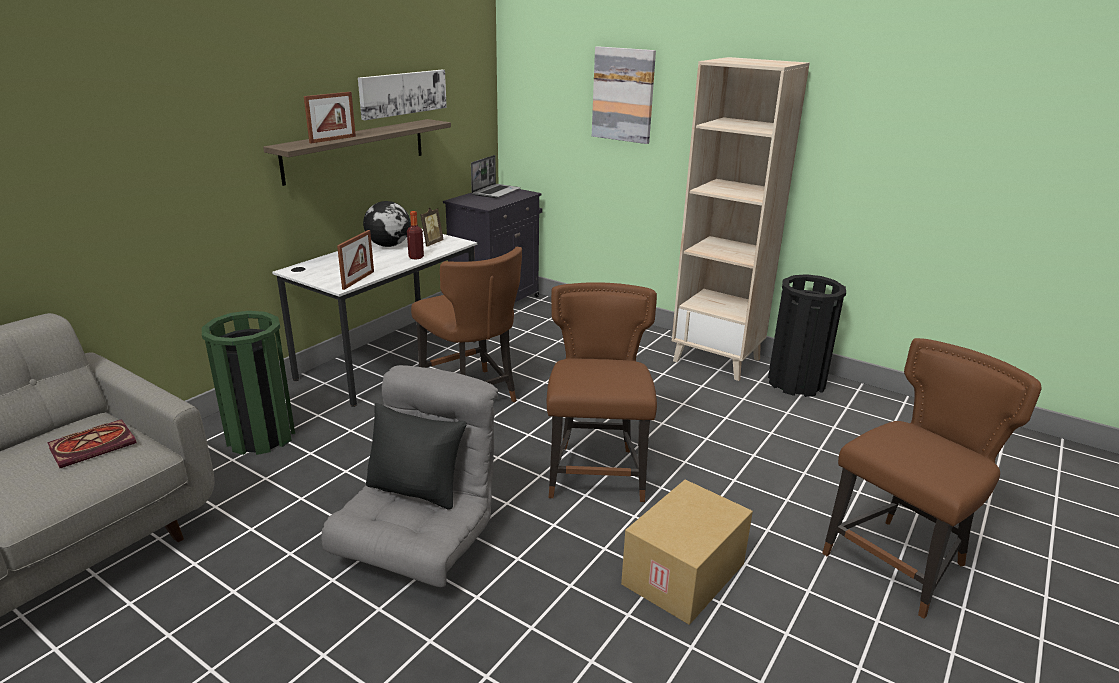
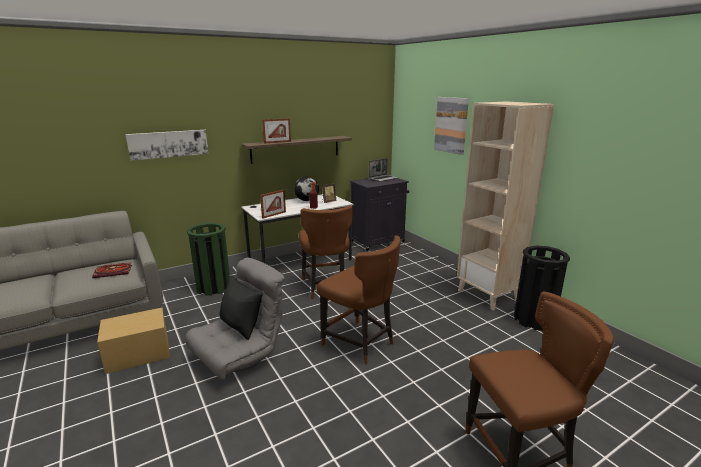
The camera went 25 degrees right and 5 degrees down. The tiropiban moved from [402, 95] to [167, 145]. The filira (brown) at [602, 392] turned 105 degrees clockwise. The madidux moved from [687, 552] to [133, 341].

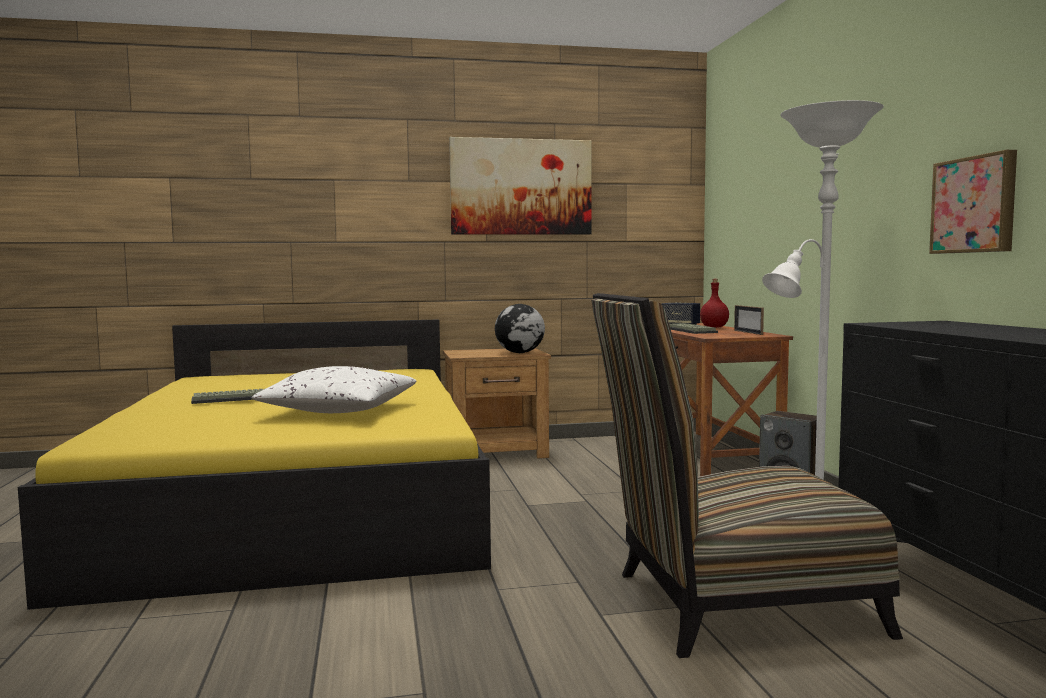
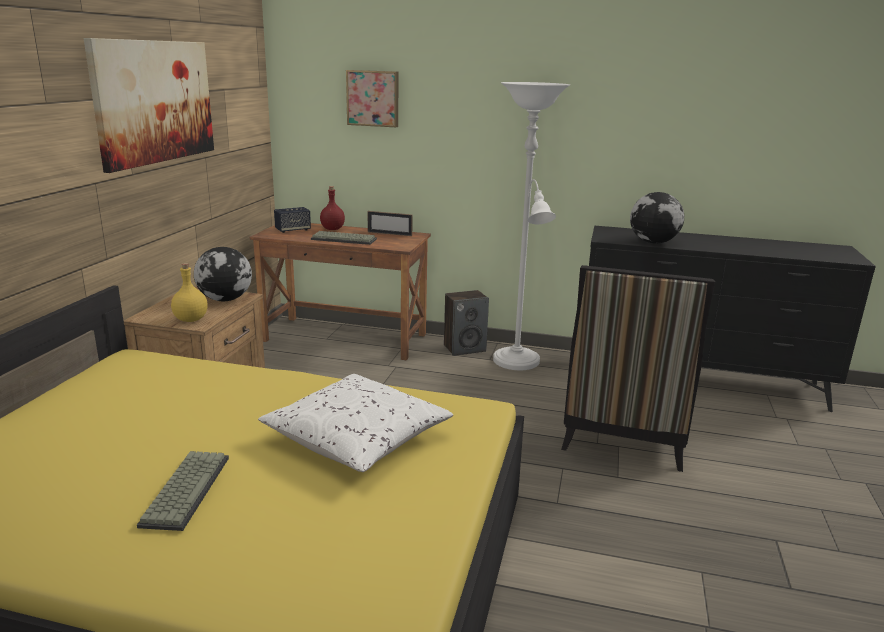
The camera went 65 degrees left and 15 degrees up. The tiropiban moved from [973, 202] to [372, 98]. The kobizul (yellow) at [189, 292] appeared. The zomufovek at [657, 218] appeared.

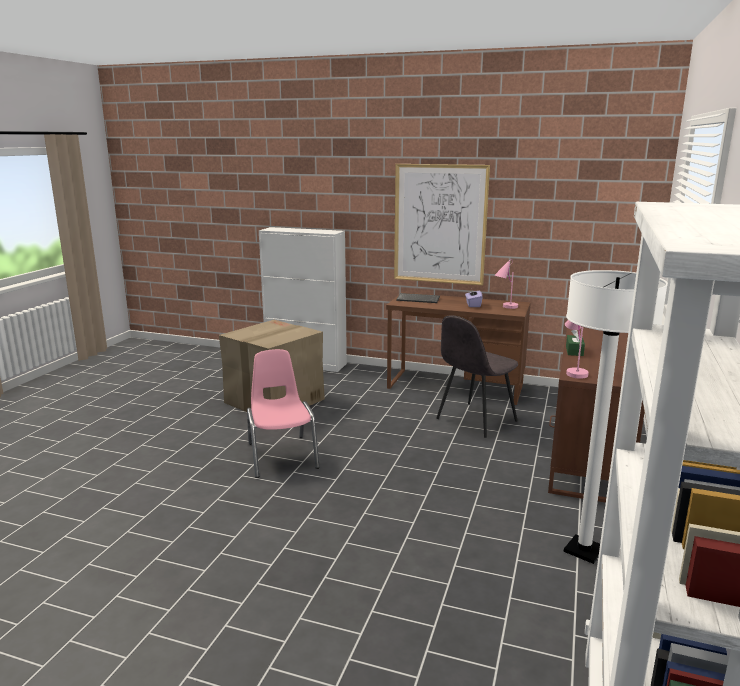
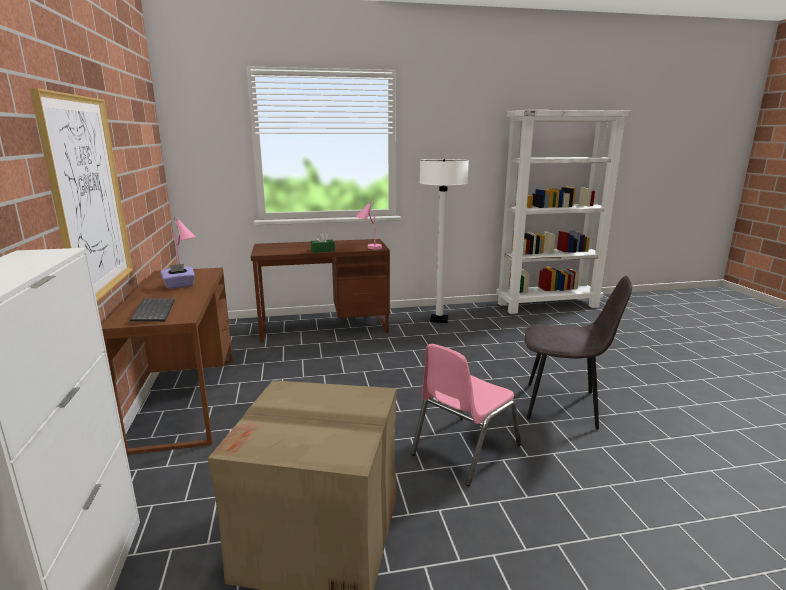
The camera went 120 degrees left and 0 degrees up. The filira (grey) moved from [477, 376] to [578, 353].

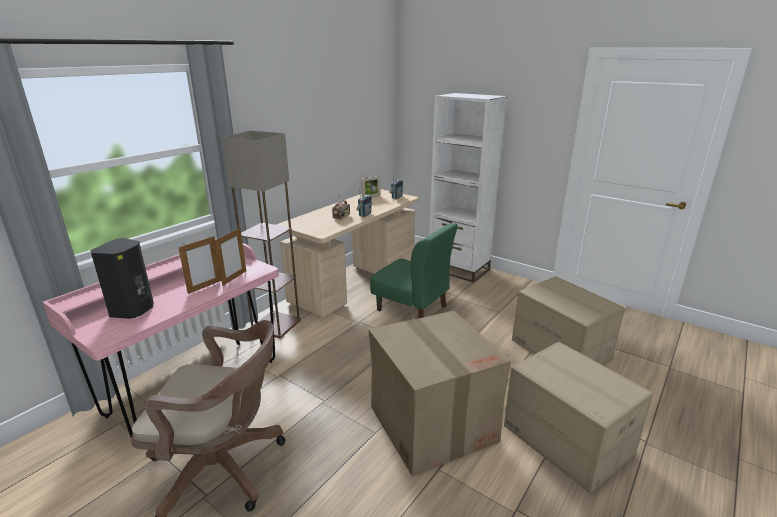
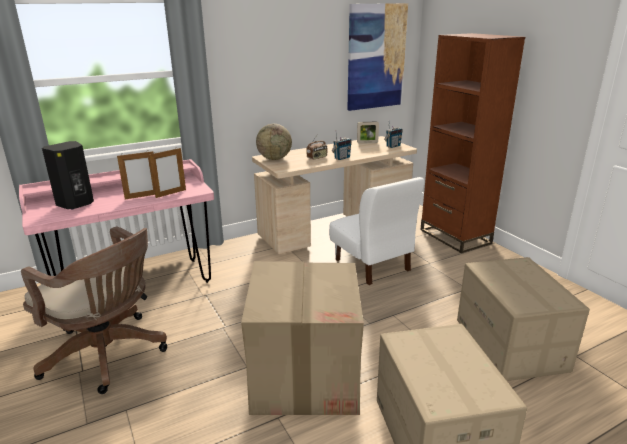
The camera went 25 degrees right and 0 degrees up. The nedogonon at [261, 234] disappeared. The filira (green) at [414, 270] became the filira (white) at [376, 231]. The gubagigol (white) at [468, 188] became the gubagigol (brown) at [472, 143]. The zomufovek at [274, 142] appeared. The tiropiban at [377, 57] appeared.

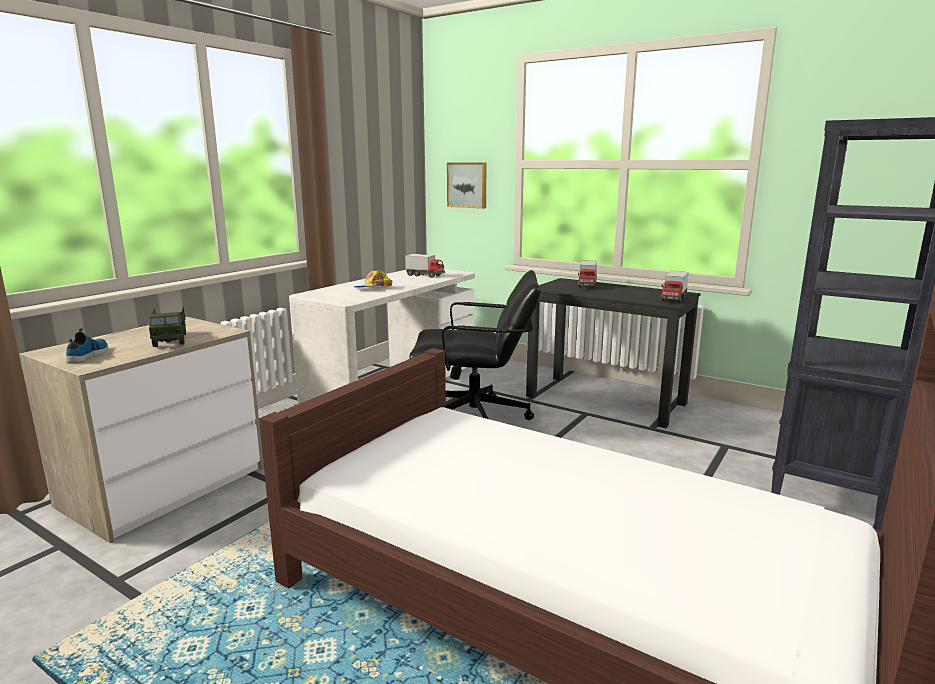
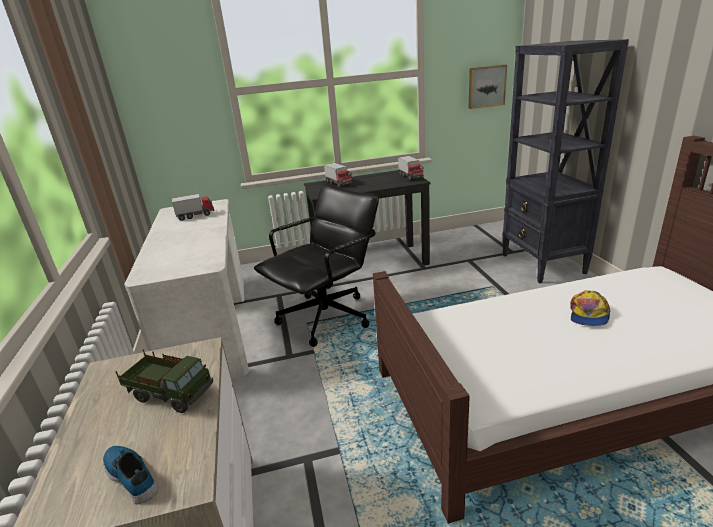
The camera went 45 degrees left and 10 degrees up. The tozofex moved from [373, 279] to [590, 308]. The tiropiban moved from [467, 186] to [487, 87].

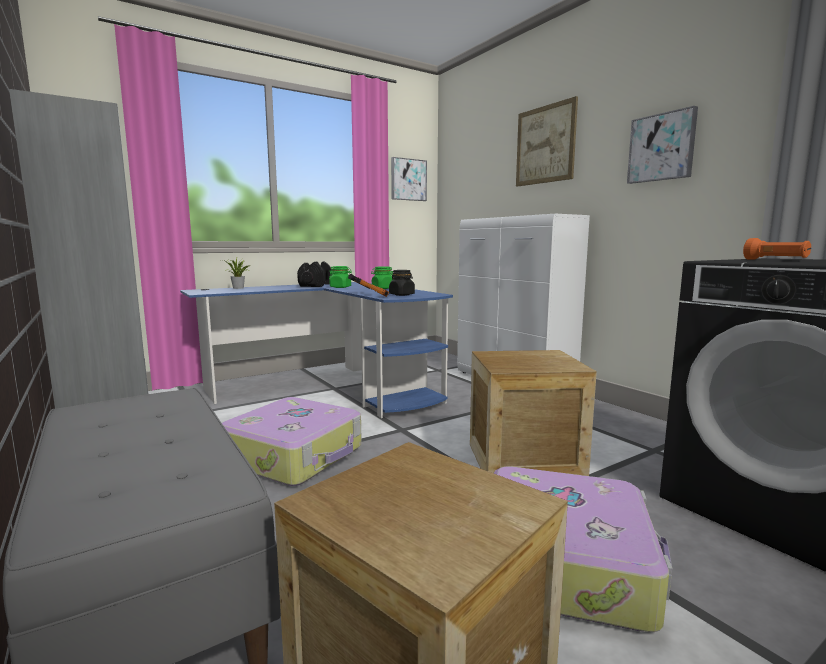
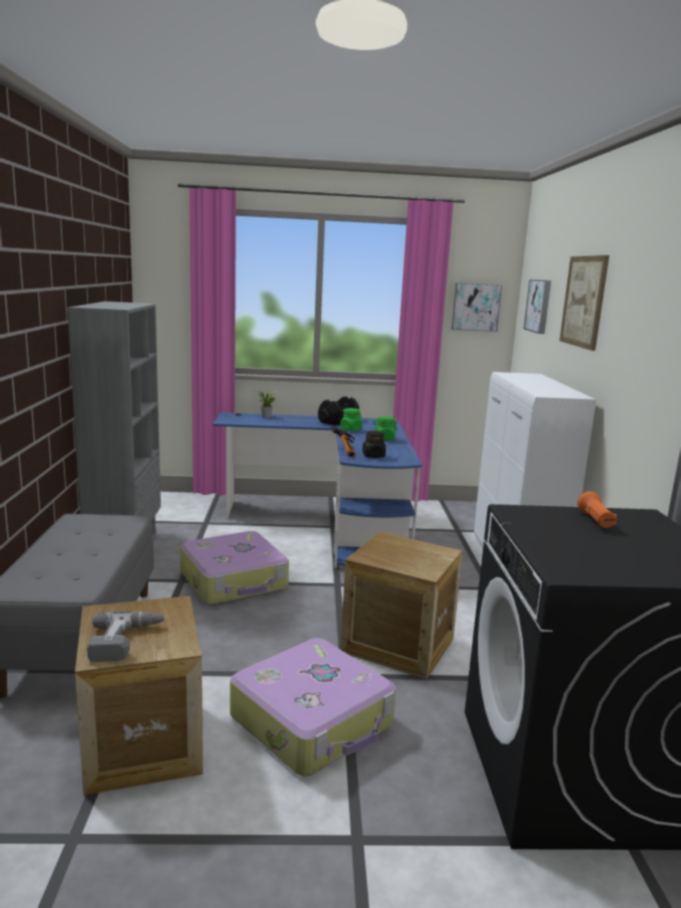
The camera went 30 degrees right and 5 degrees up. The tiropiban moved from [662, 145] to [537, 307]. The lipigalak at [126, 636] appeared.

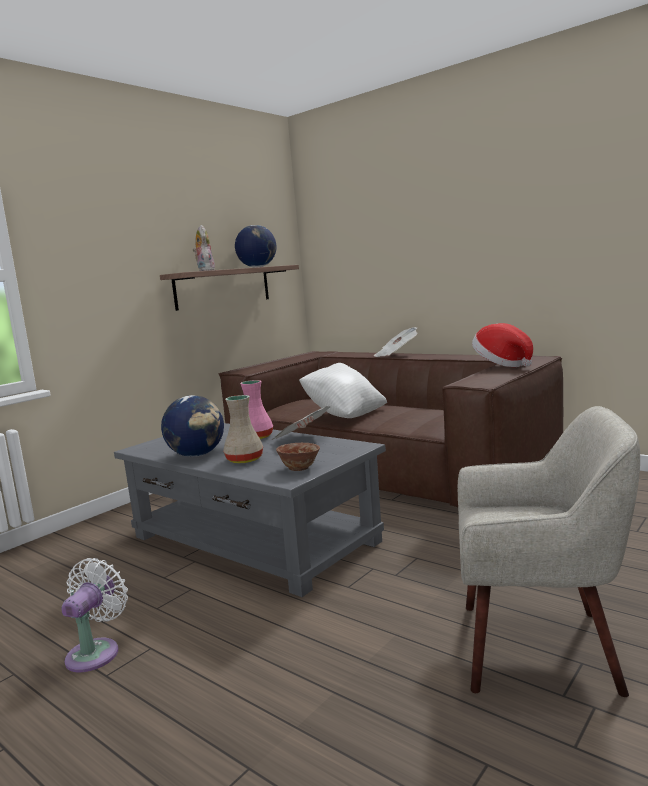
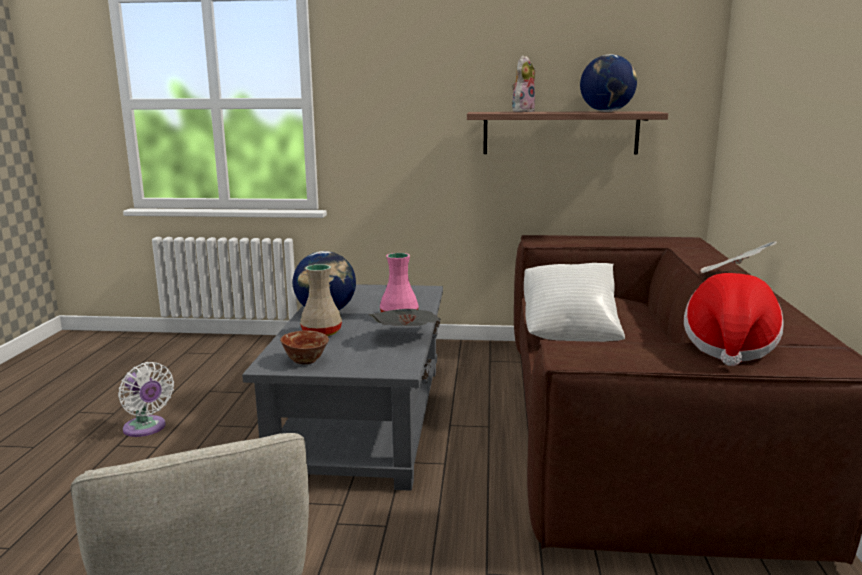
The camera went 55 degrees right and 5 degrees up. The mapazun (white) at [94, 615] turned 60 degrees clockwise.

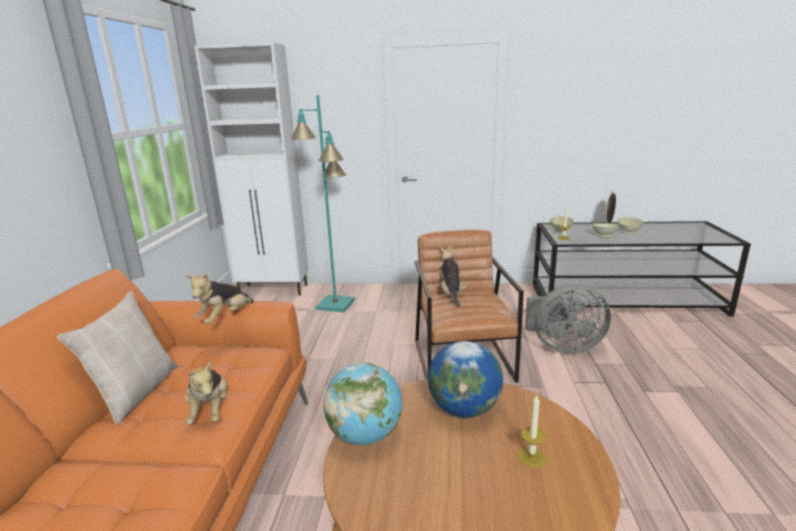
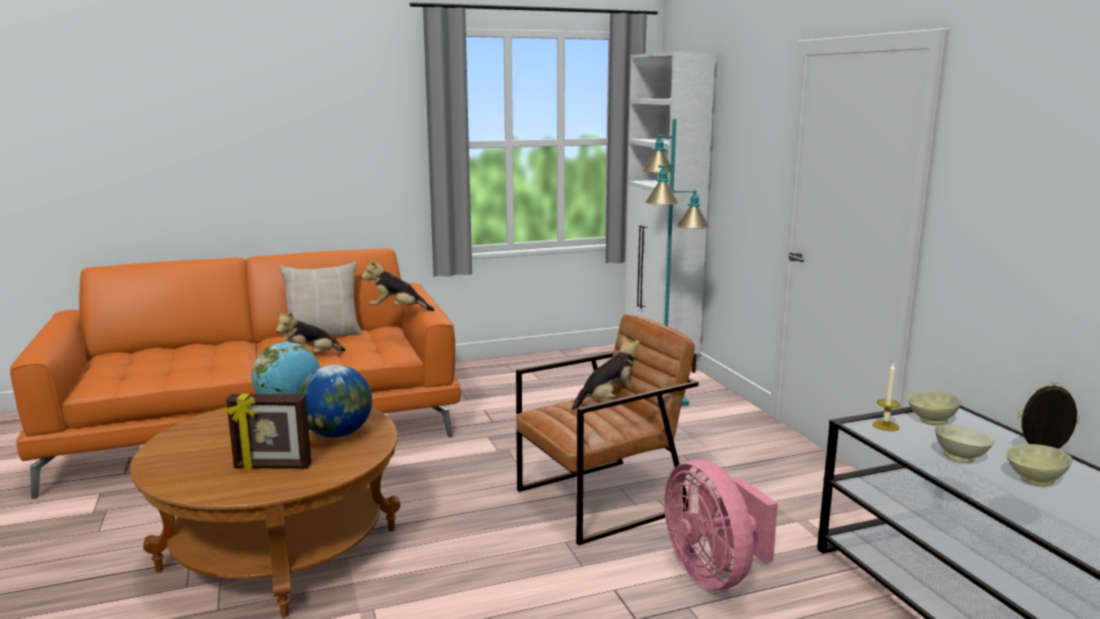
The camera went 65 degrees right and 5 degrees down. The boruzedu at [532, 431] was replaced by the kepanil at [268, 431]. The mapazun (grey) at [568, 319] became the mapazun (pink) at [721, 524].

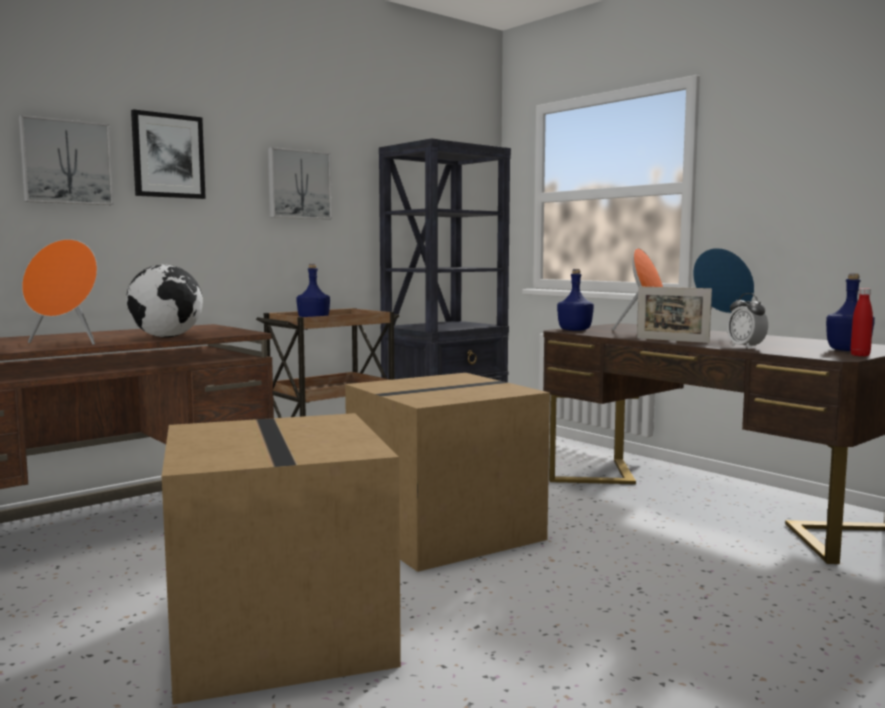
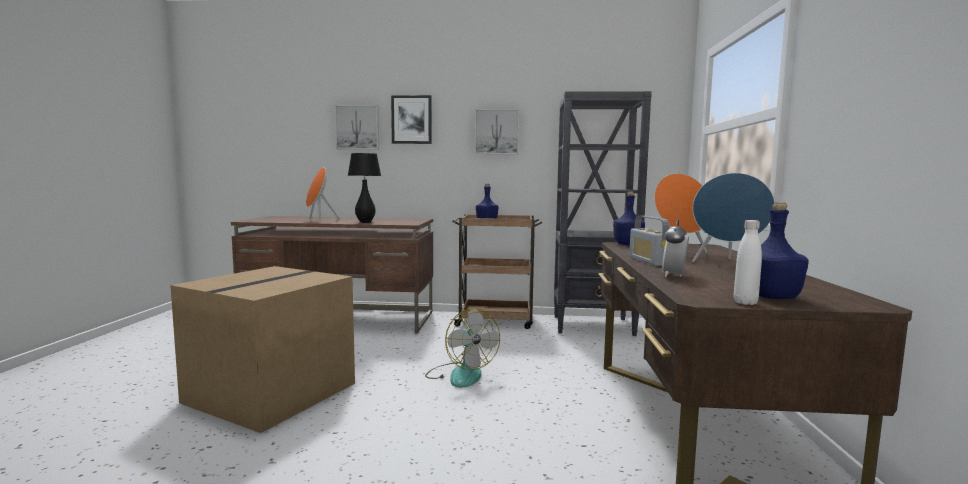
The camera went 45 degrees right and 0 degrees up. The zomufovek at [164, 301] was replaced by the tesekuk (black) at [364, 188]. The madidux at [447, 472] was replaced by the mapazun at [462, 348]. The kepanil at [674, 314] was replaced by the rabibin at [649, 241]. The kobizul (red) at [861, 322] became the kobizul (white) at [748, 262].

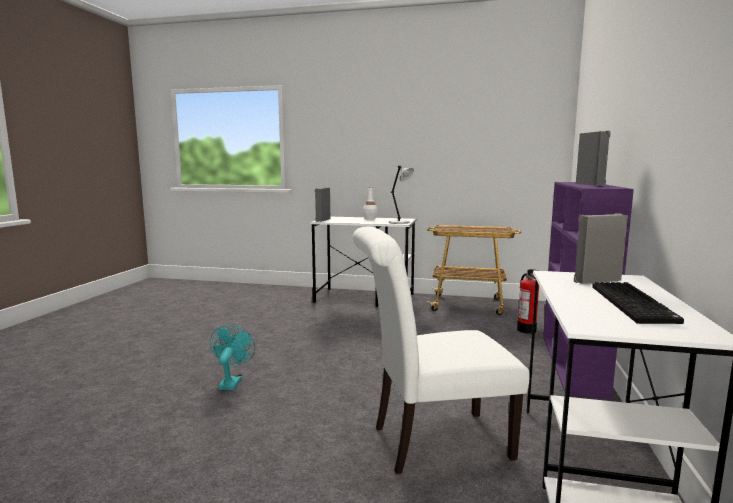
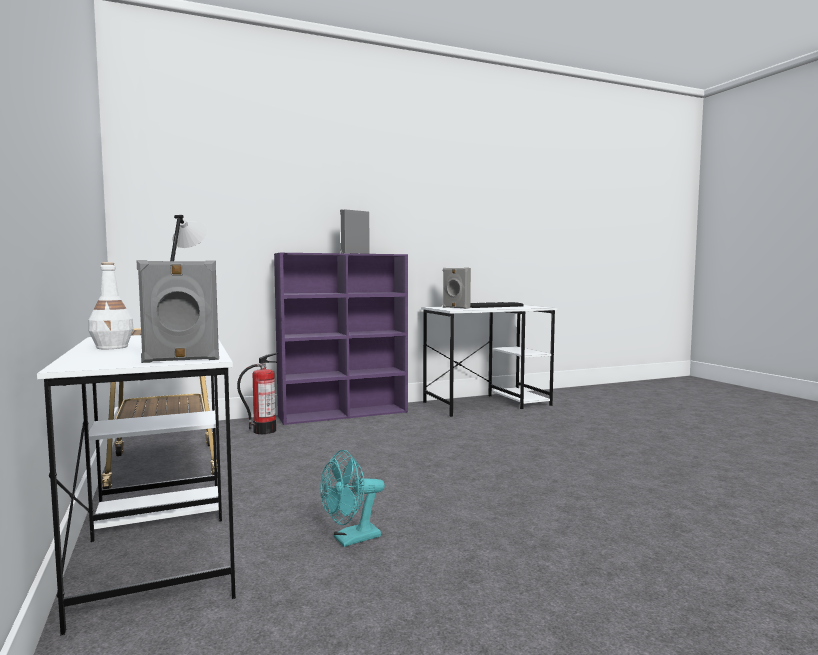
The camera went 125 degrees left and 5 degrees down. The mapazun (turquoise) moved from [232, 357] to [352, 498]. The filira (white) at [441, 350] disappeared.

